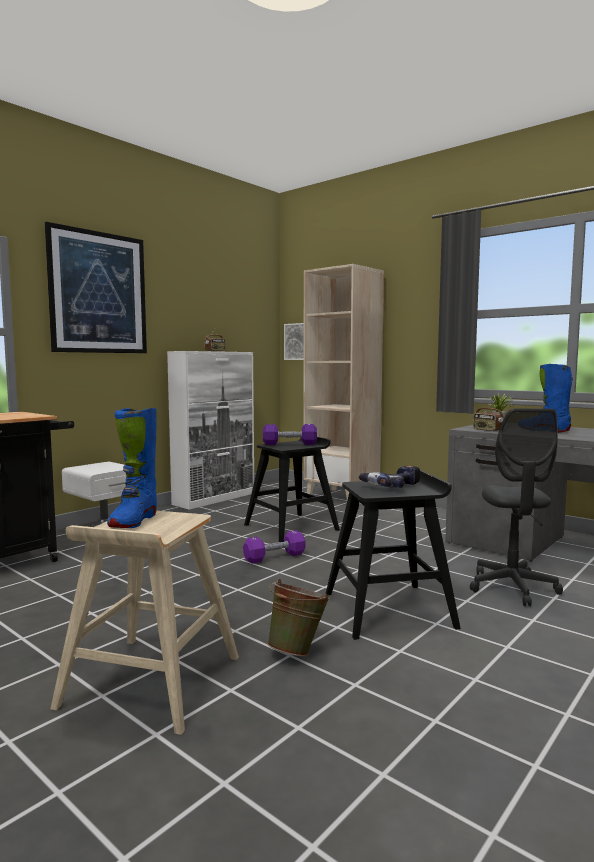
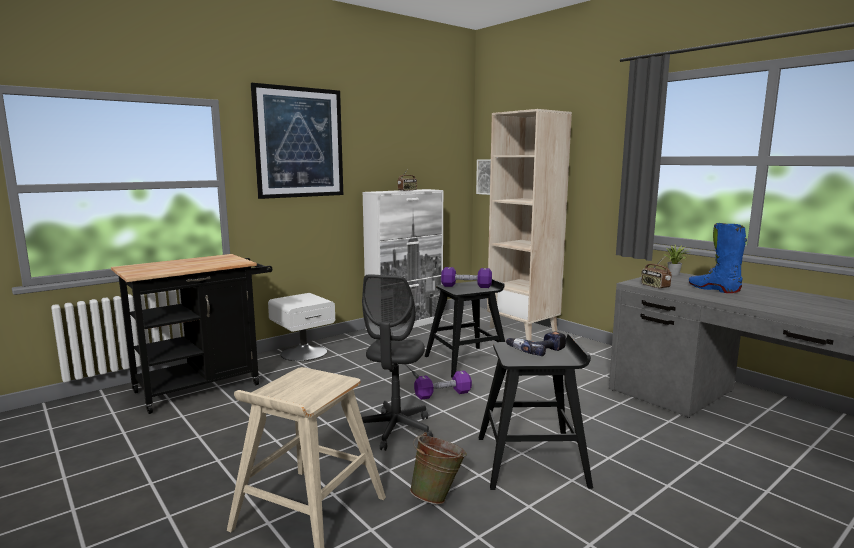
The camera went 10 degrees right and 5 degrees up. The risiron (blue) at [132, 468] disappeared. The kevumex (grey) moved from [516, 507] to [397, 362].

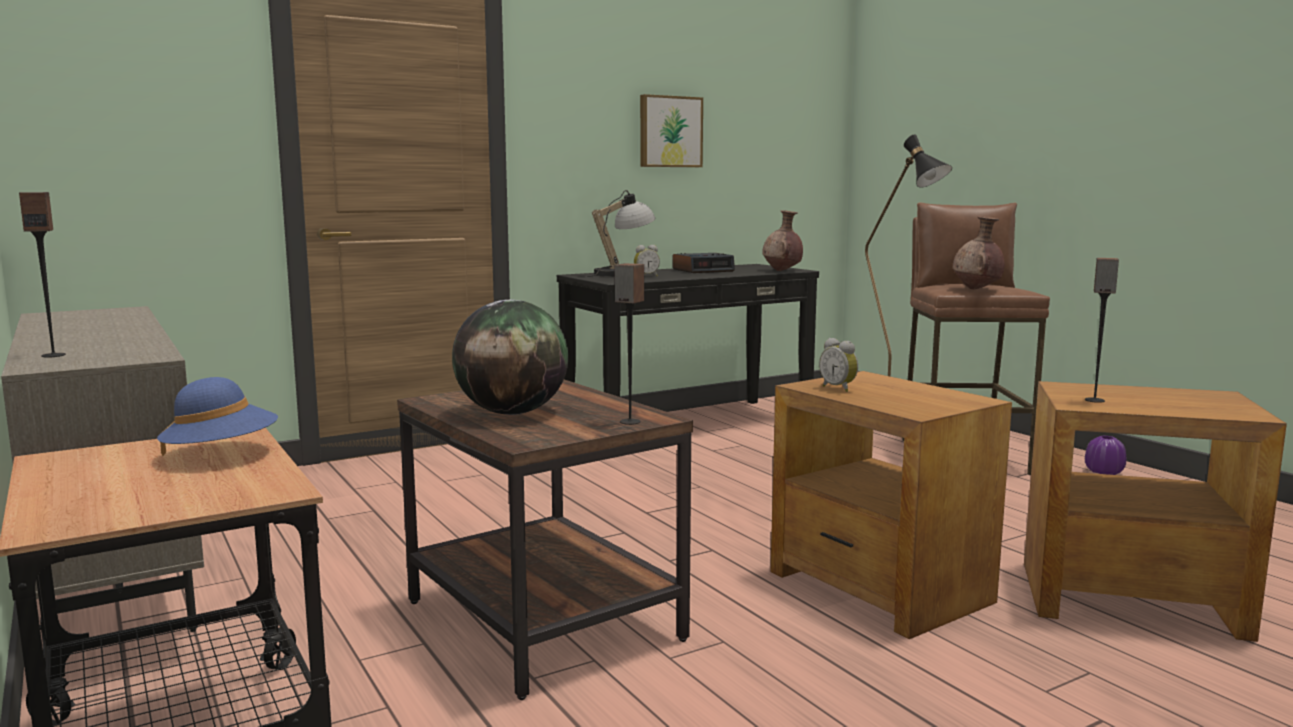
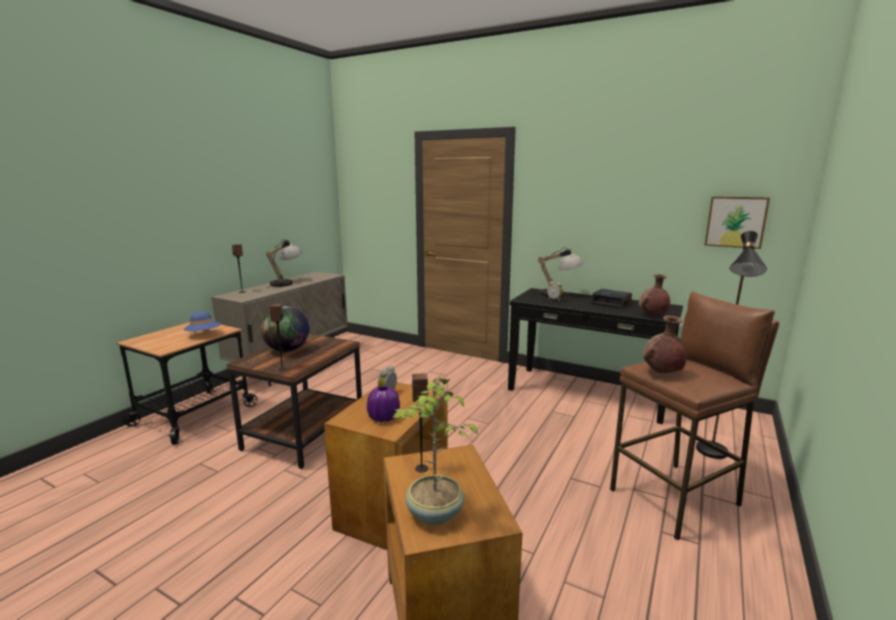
The camera went 60 degrees right and 5 degrees up. The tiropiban moved from [671, 130] to [737, 222]. The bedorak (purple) moved from [1105, 455] to [383, 404]. The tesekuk at [284, 263] appeared. The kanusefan at [435, 450] appeared.

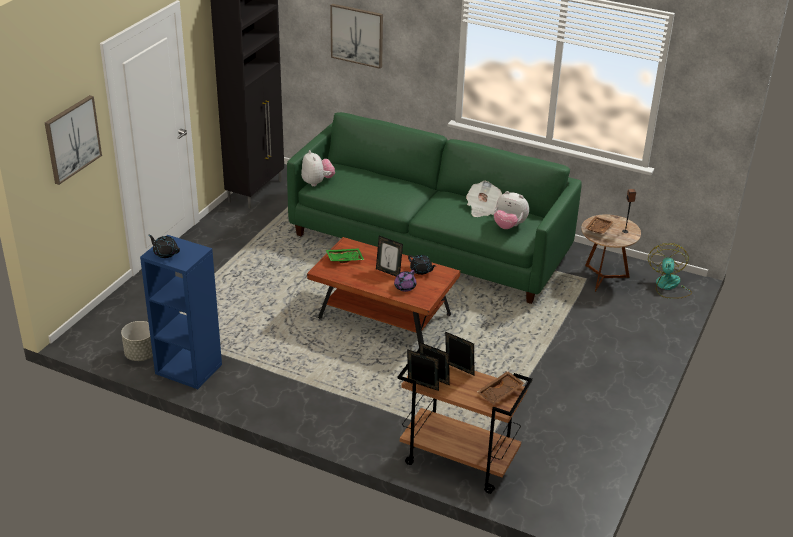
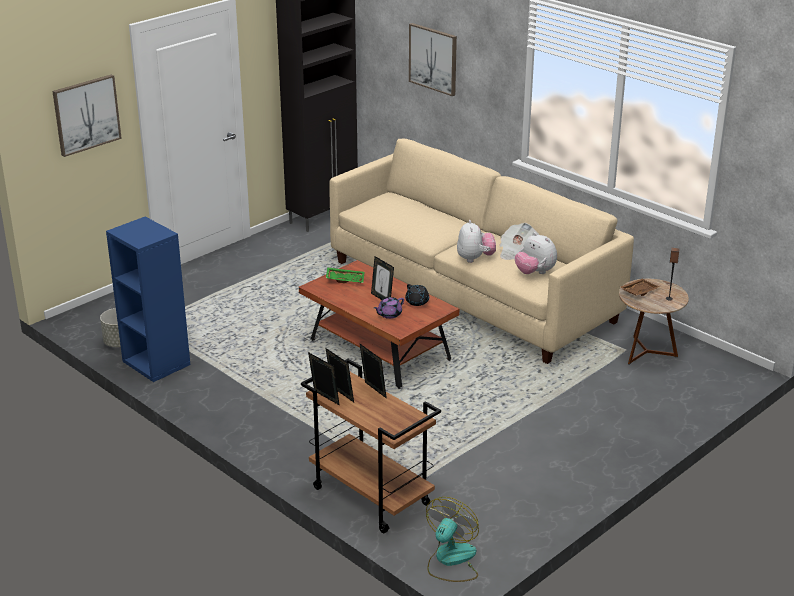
The camera went 20 degrees right and 5 degrees down. The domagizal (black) at [164, 246] disappeared. The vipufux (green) at [434, 208] became the vipufux (beige) at [481, 251]. The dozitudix moved from [318, 168] to [476, 241]. The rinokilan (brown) at [501, 387] disappeared. The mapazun moved from [670, 271] to [452, 539].

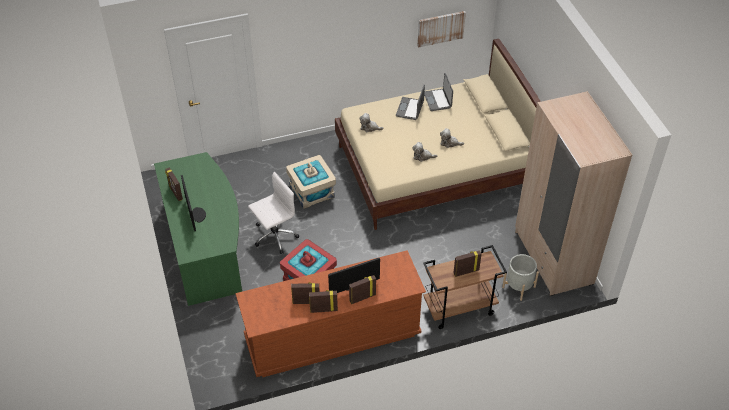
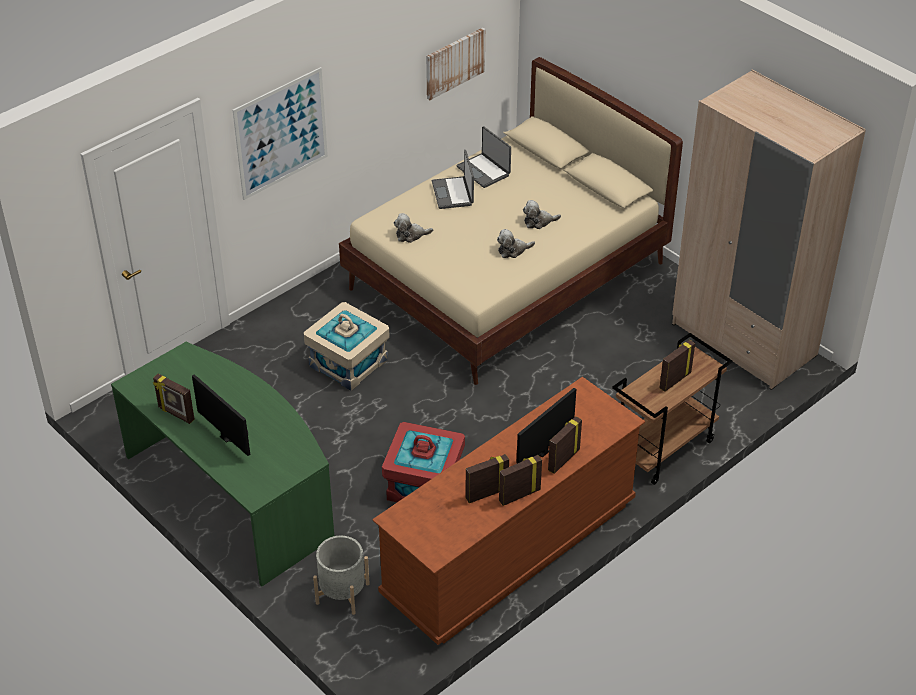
The camera went 25 degrees left and 5 degrees down. The kevumex (white) at [273, 213] disappeared. The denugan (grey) moved from [520, 277] to [341, 575]. The tiropiban at [280, 133] appeared.

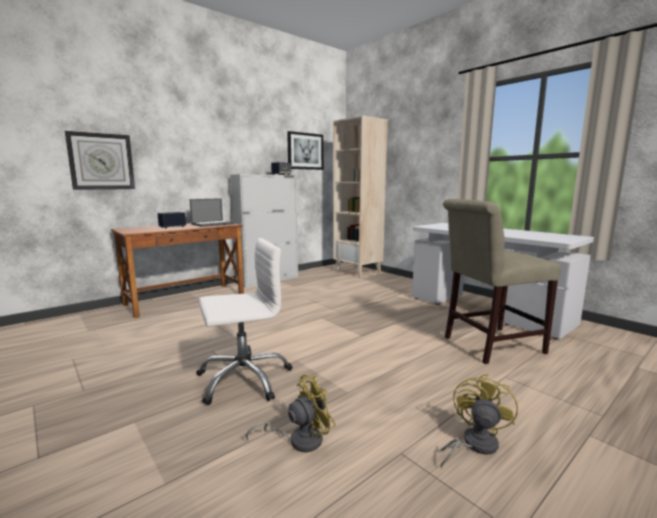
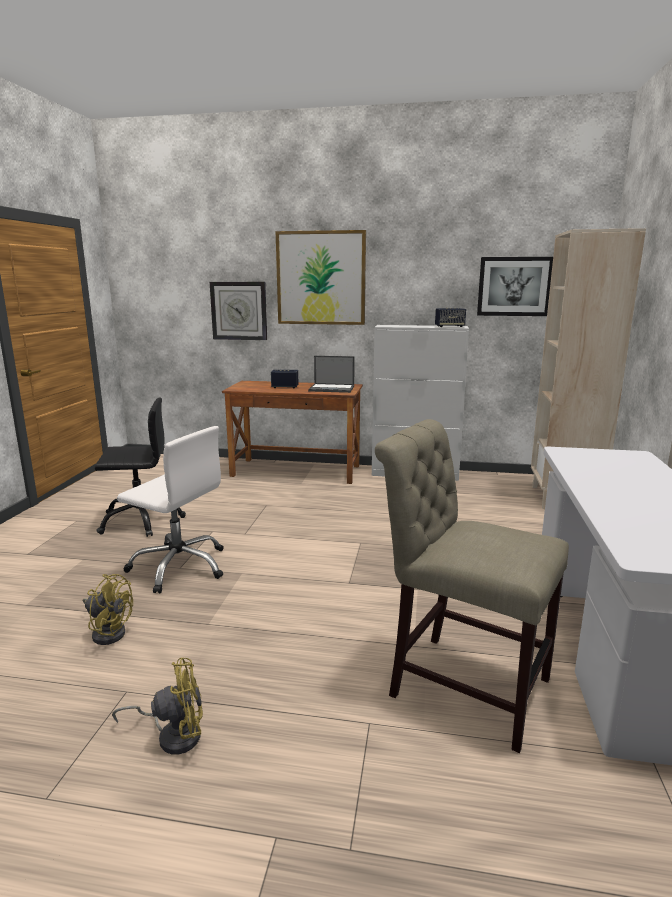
The camera went 50 degrees right and 5 degrees up. The kevumex (black) at [140, 467] appeared. The tiropiban at [321, 277] appeared.

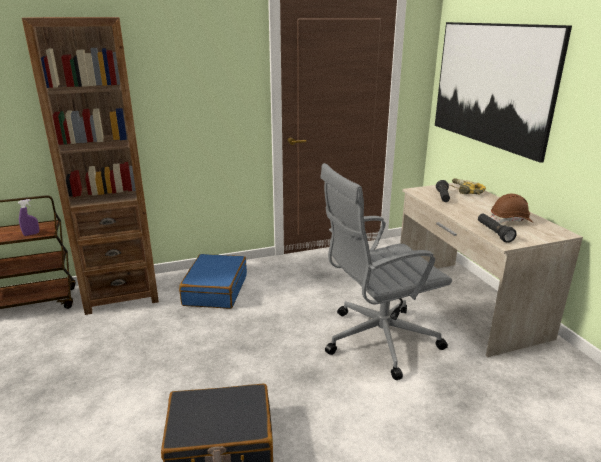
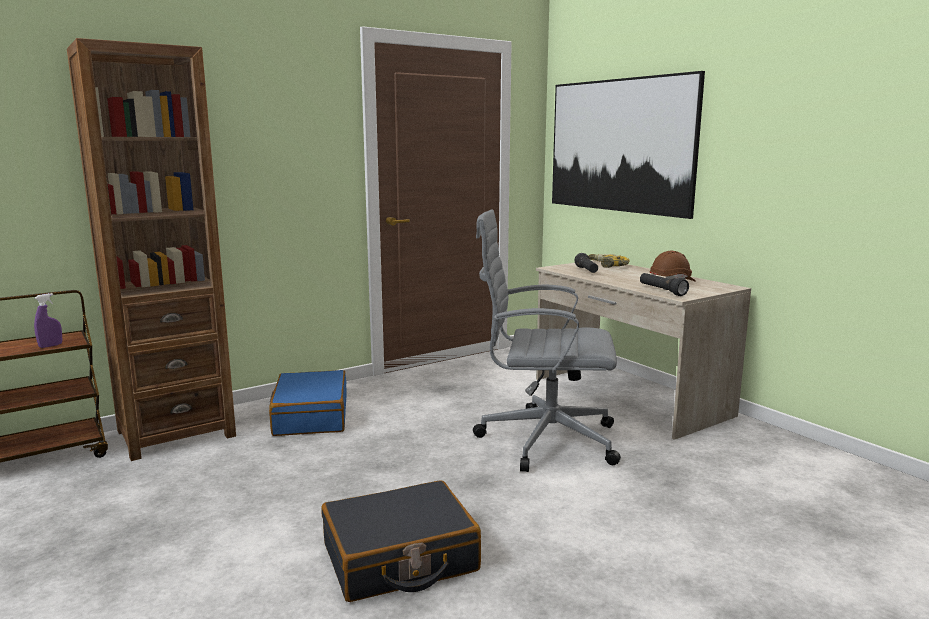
The camera went 15 degrees left and 10 degrees down. The kevumex (grey) at [386, 271] turned 45 degrees clockwise.

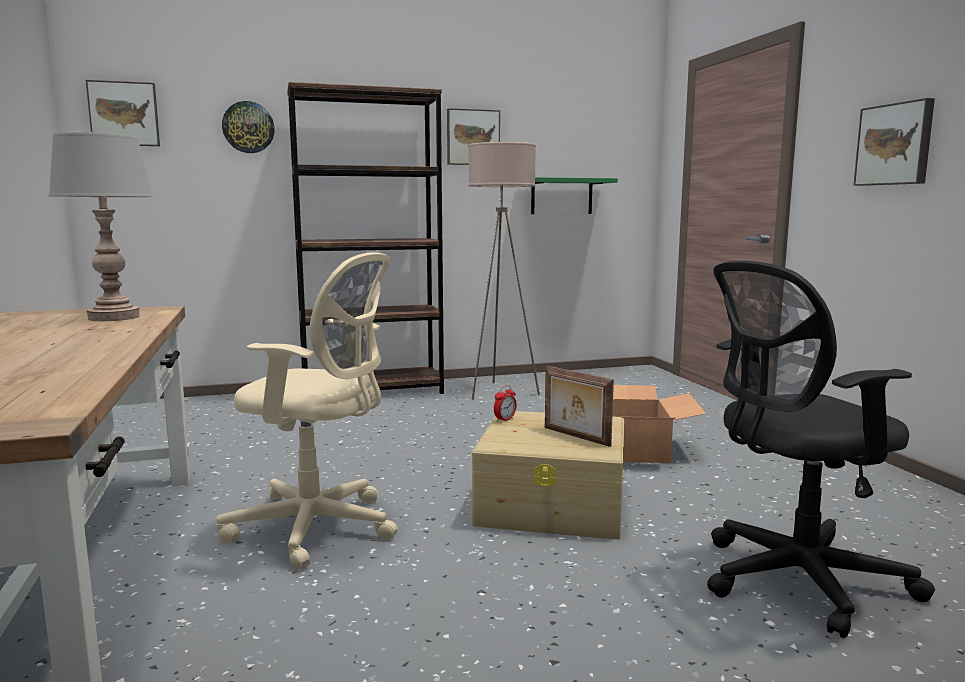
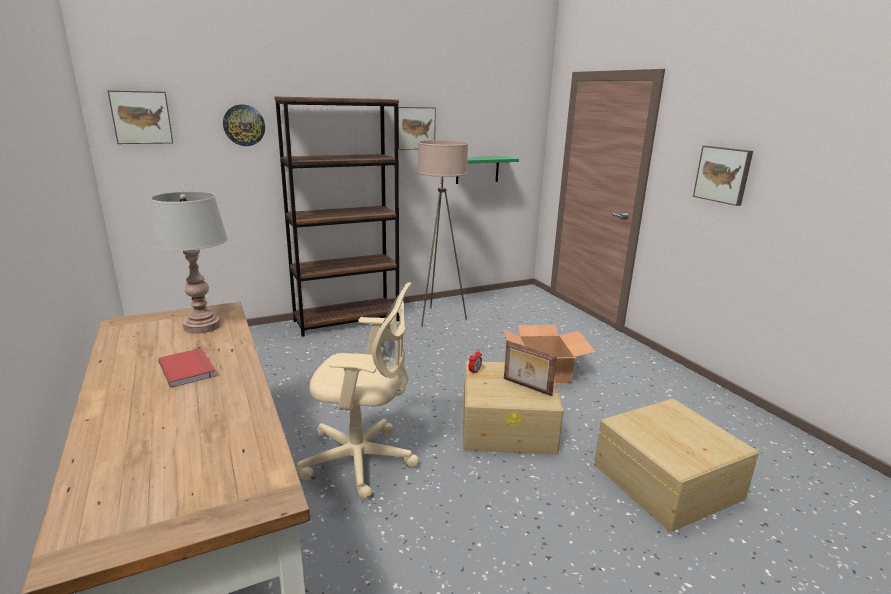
The camera went 10 degrees left and 10 degrees up. The kevumex (black) at [821, 450] was replaced by the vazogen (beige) at [676, 465]. The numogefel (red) at [187, 368] appeared.

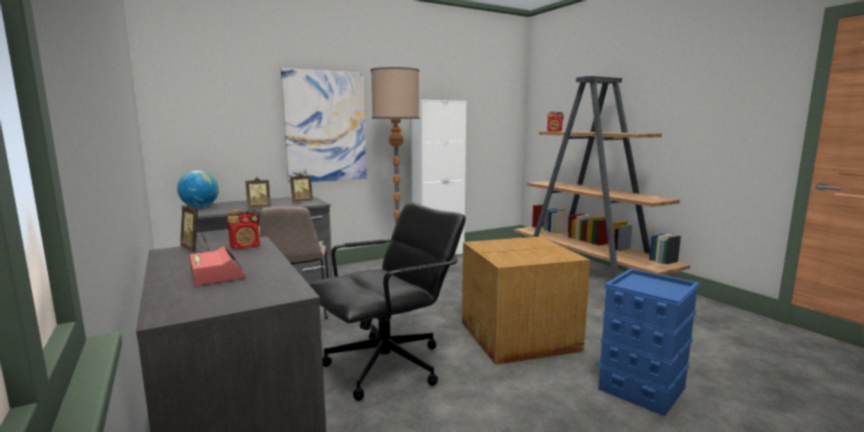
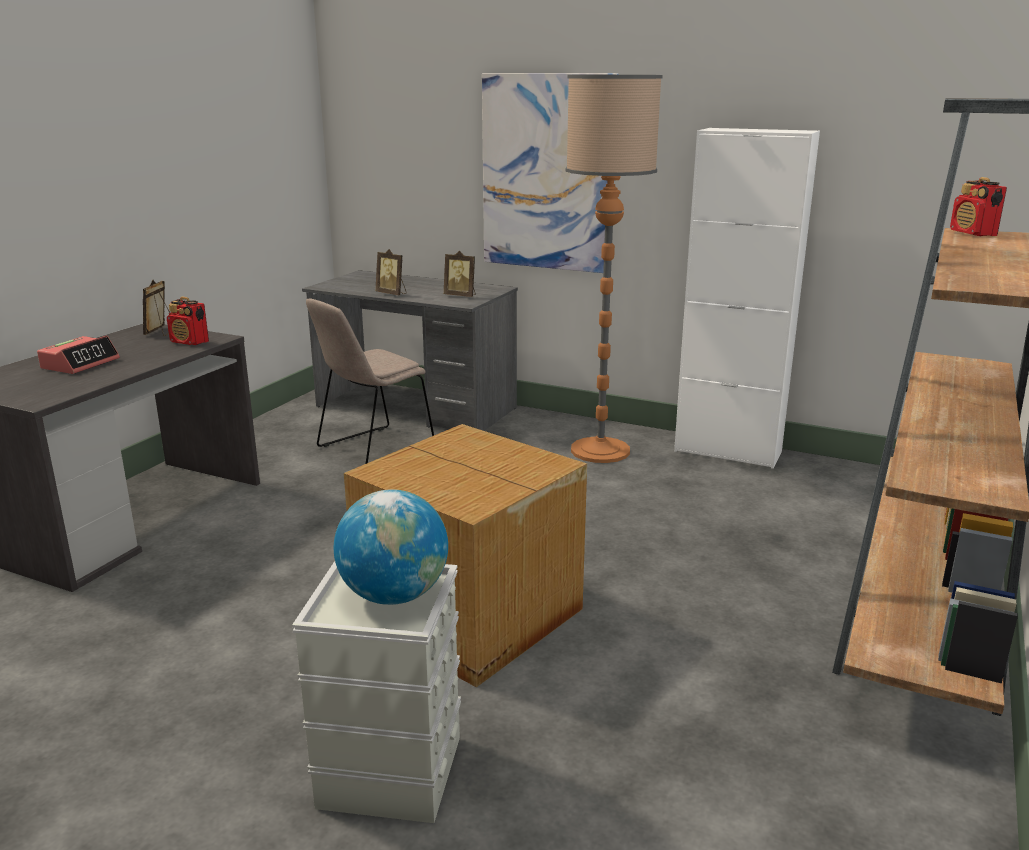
The camera went 55 degrees right and 10 degrees up. The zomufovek moved from [198, 189] to [391, 547]. The kevumex (black) at [387, 301] disappeared. The vazogen (blue) at [649, 342] became the vazogen (grey) at [376, 692].

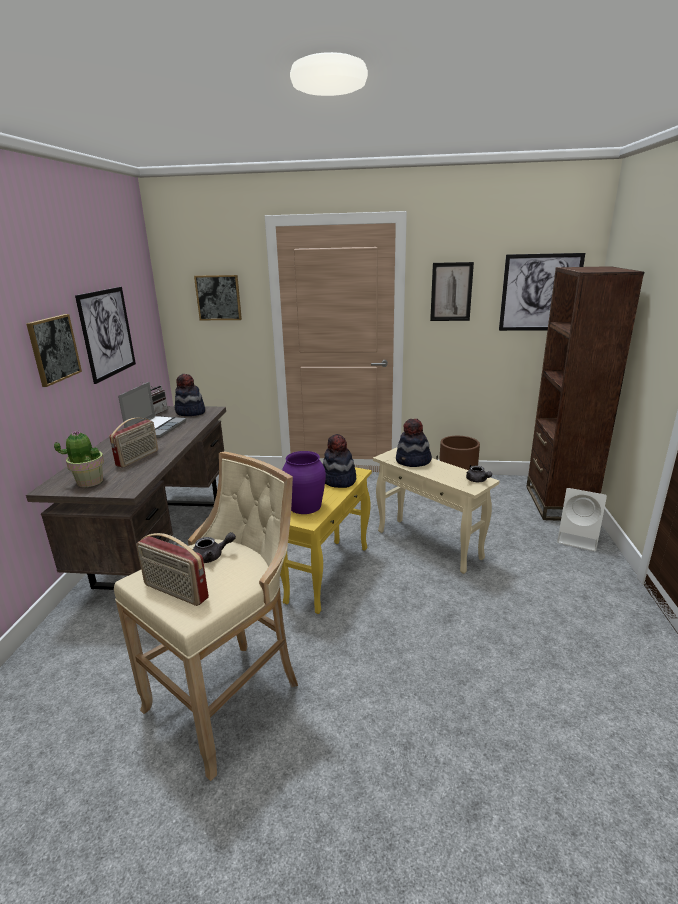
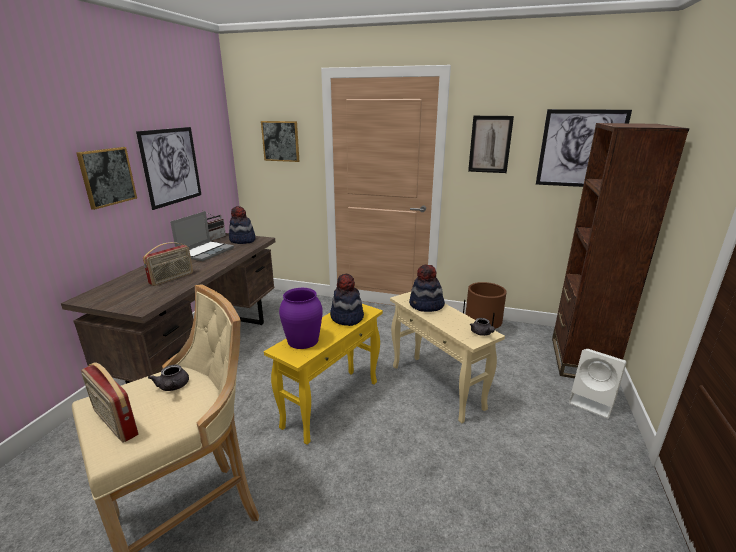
The camera went 10 degrees right and 0 degrees up. The kanusefan at [79, 458] disappeared. The domagizal (grey) at [214, 547] turned 75 degrees clockwise.

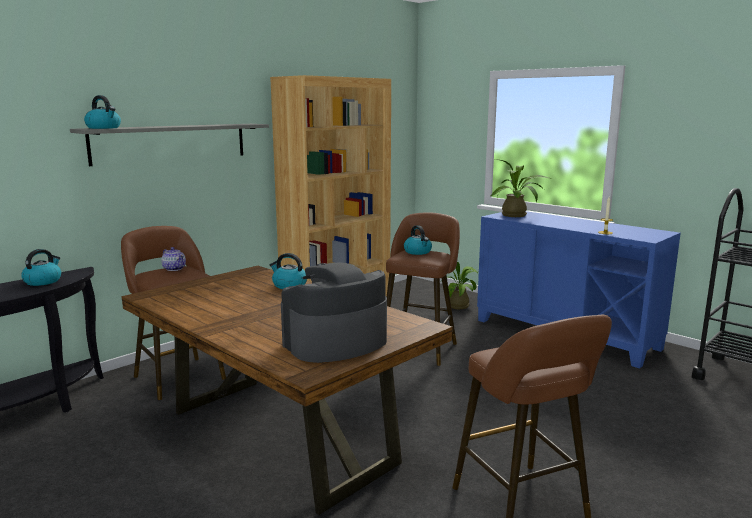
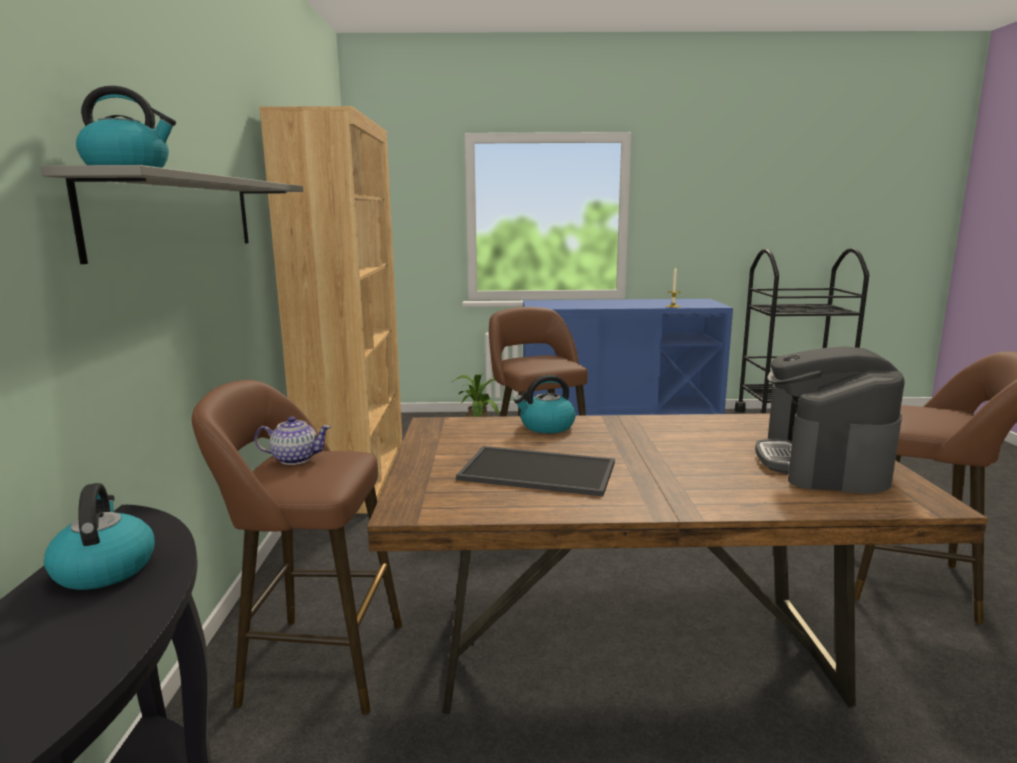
The camera went 45 degrees left and 0 degrees up. The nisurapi at [418, 240] disappeared. The kanusefan at [520, 188] disappeared. The rinokilan at [535, 471] appeared.

